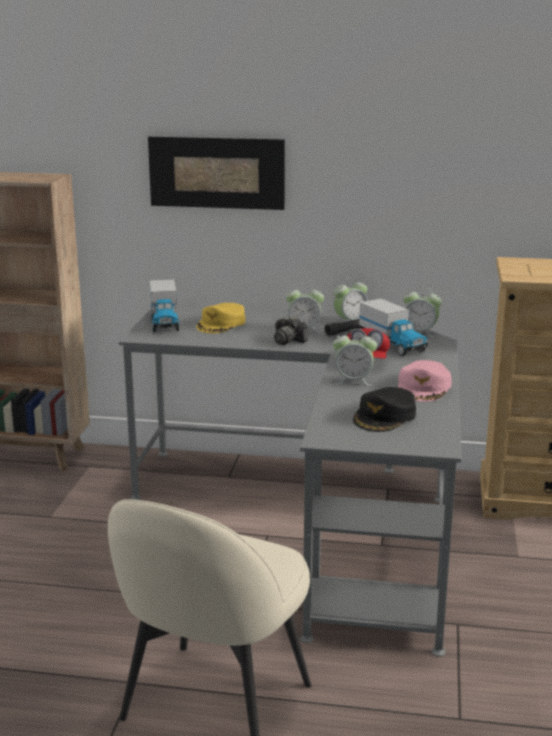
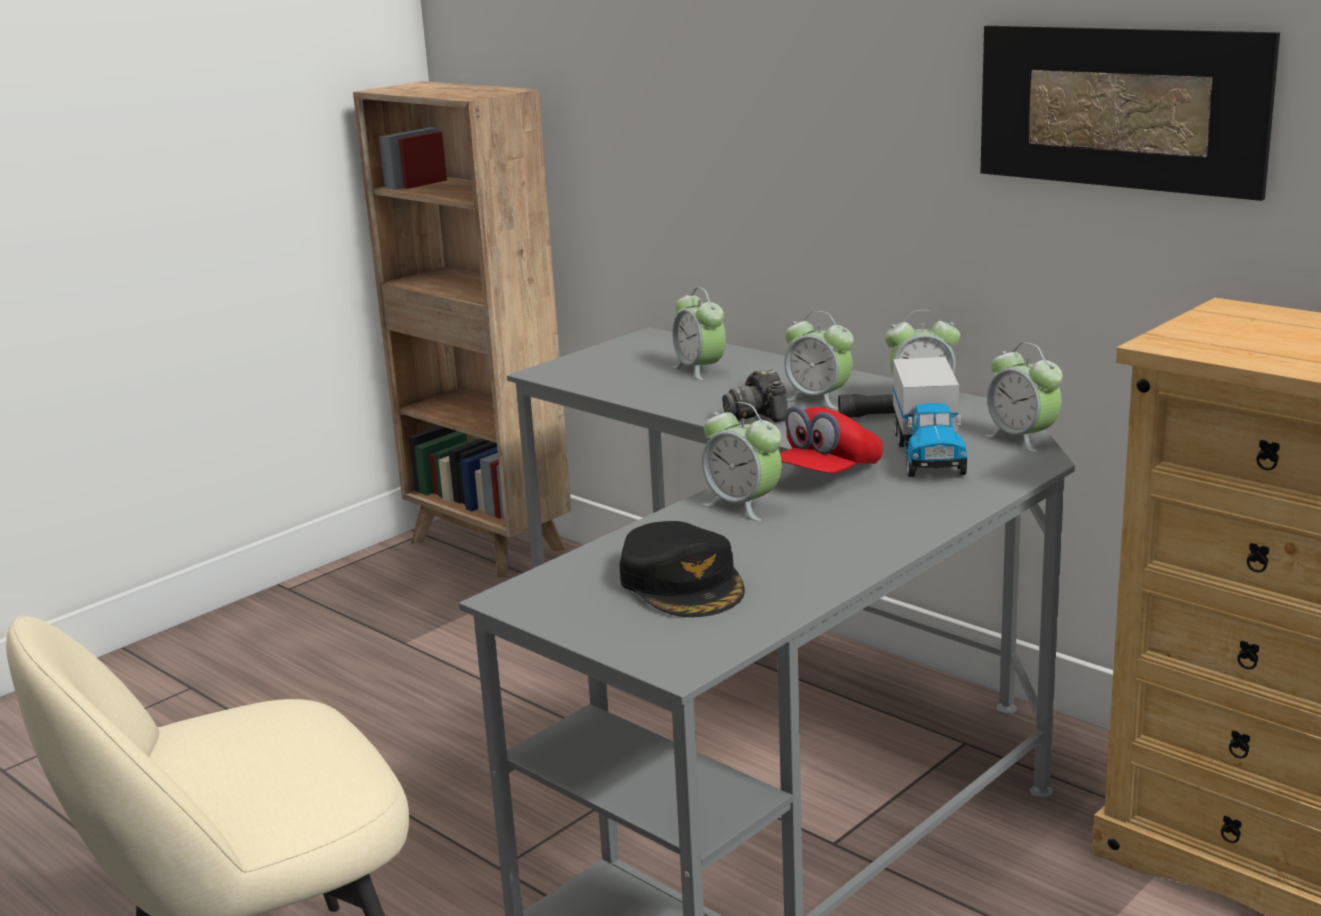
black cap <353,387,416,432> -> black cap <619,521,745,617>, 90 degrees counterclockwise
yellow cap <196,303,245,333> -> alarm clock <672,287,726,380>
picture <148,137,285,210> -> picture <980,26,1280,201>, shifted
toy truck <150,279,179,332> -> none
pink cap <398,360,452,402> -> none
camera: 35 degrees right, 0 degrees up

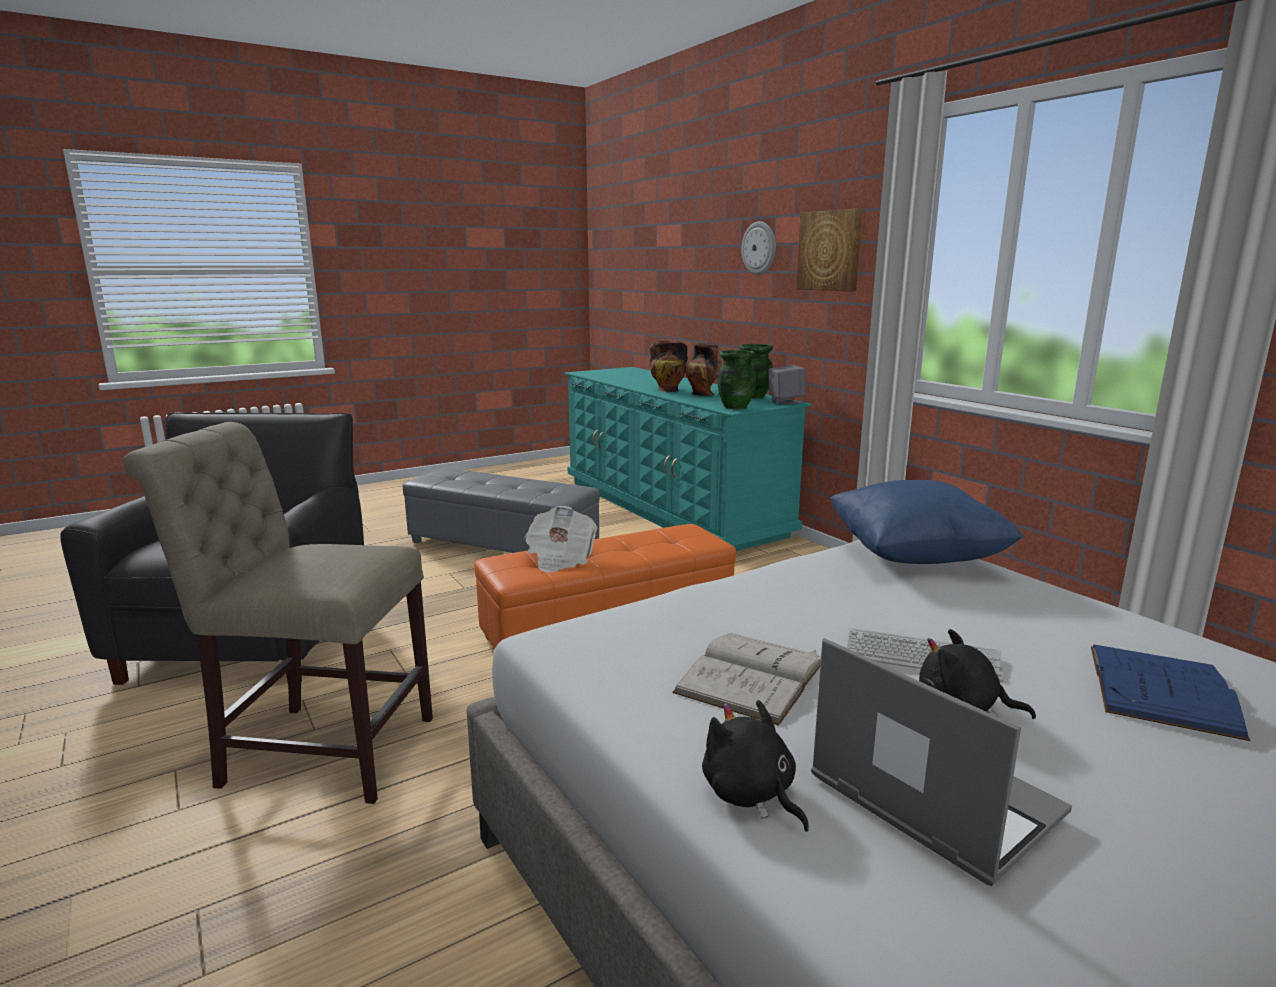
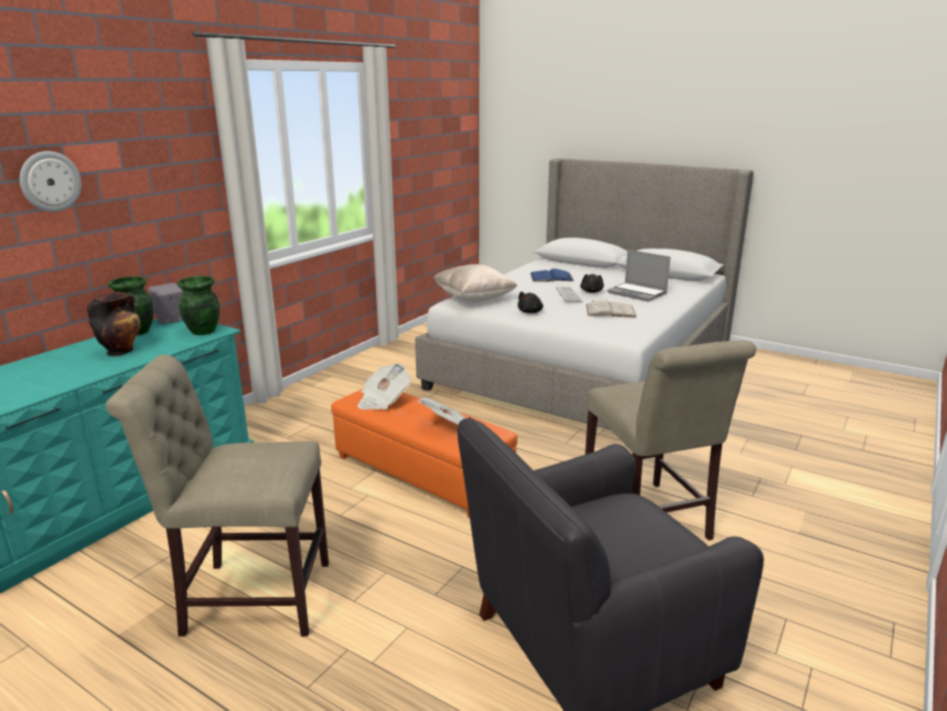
grey ottoman <403,468,600,553> -> beige chair <106,355,329,637>
none -> newspaper <357,363,411,410>
blue pillow <830,480,1024,564> -> beige pillow <433,264,517,302>
black plush toy <702,700,809,832> -> black plush toy <518,292,543,313>, shifted
laptop <811,638,1072,886> -> laptop <607,250,671,302>, 75 degrees counterclockwise
vase <649,341,688,392> -> none
picture <796,208,862,291> -> none
camera: 115 degrees left, 5 degrees up

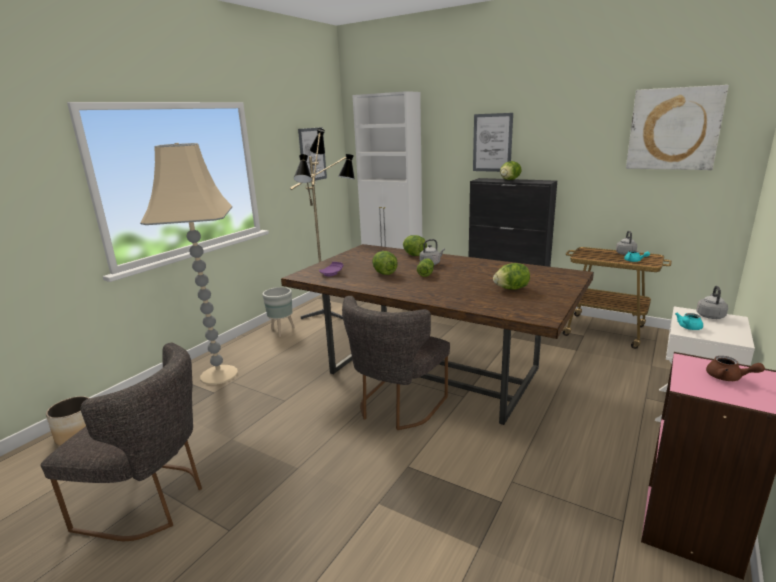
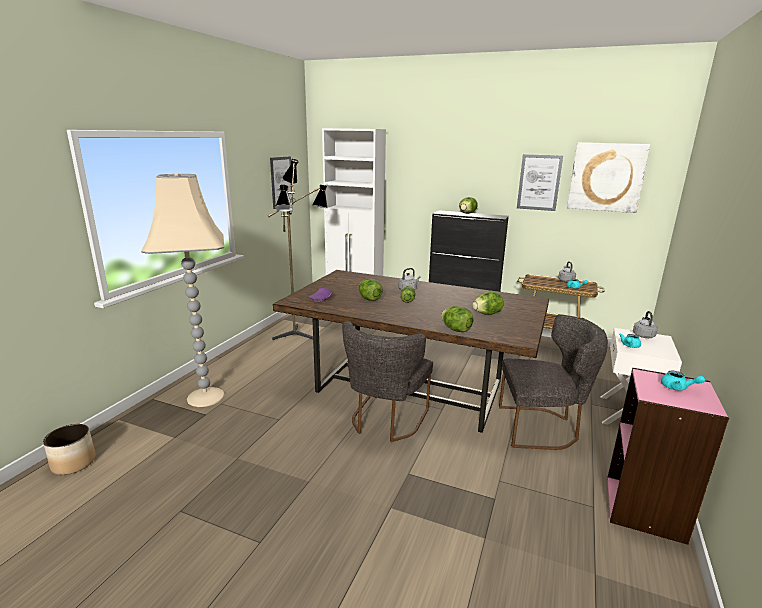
lettuce <403,235,427,256> -> lettuce <441,306,473,332>, shifted
grey chair <40,343,202,541> -> grey chair <499,314,608,450>, shifted
picture <473,113,513,172> -> picture <517,154,563,211>, shifted
brown teapot <706,356,765,381> -> turquoise teapot <661,371,705,391>
grey planter <262,287,295,337> -> none
camera: 10 degrees left, 0 degrees up

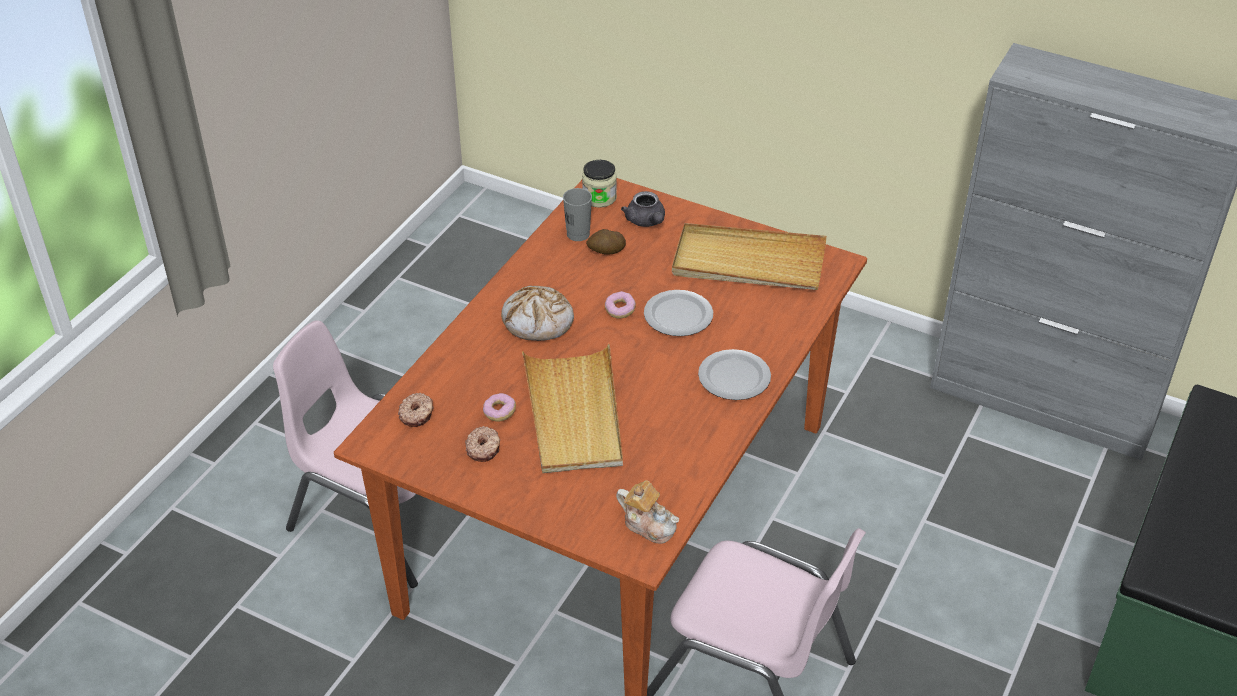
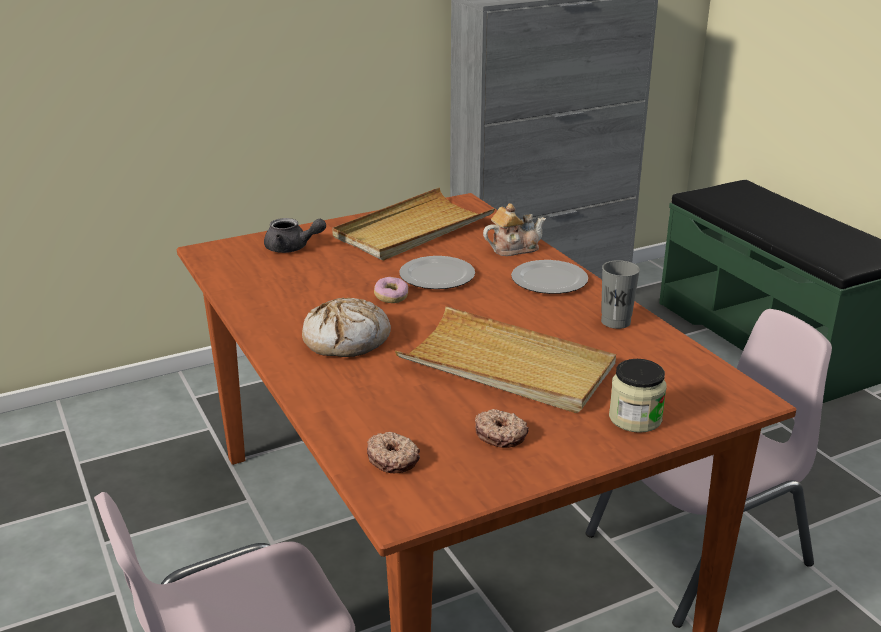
teapot <616,480,679,544> -> teapot <483,203,546,256>, shifted
grey cup <563,188,592,241> -> grey cup <601,260,640,329>, shifted
jar <582,160,617,208> -> jar <609,359,667,433>, shifted
donut <483,393,516,421> -> none
potato <586,229,626,255> -> none
camera: 55 degrees left, 15 degrees down

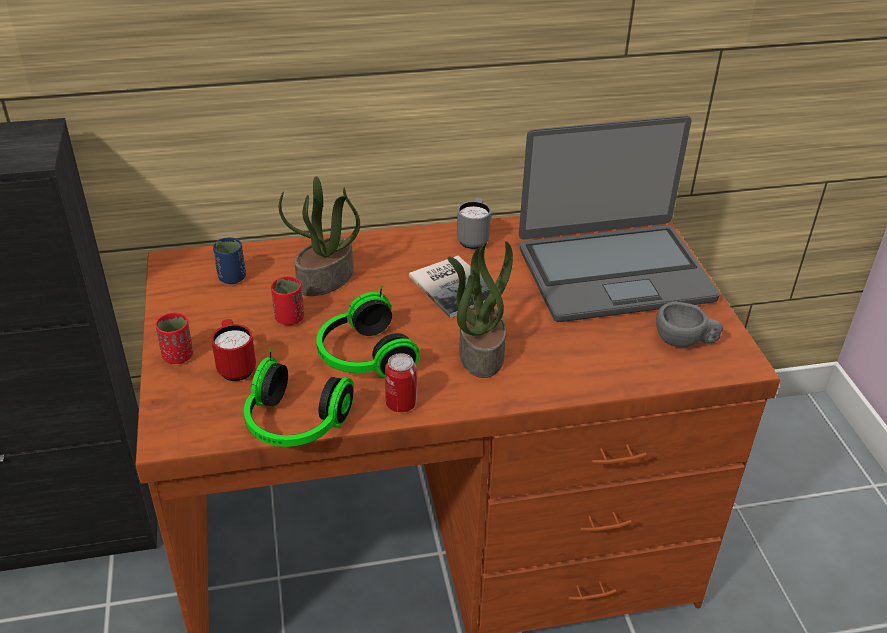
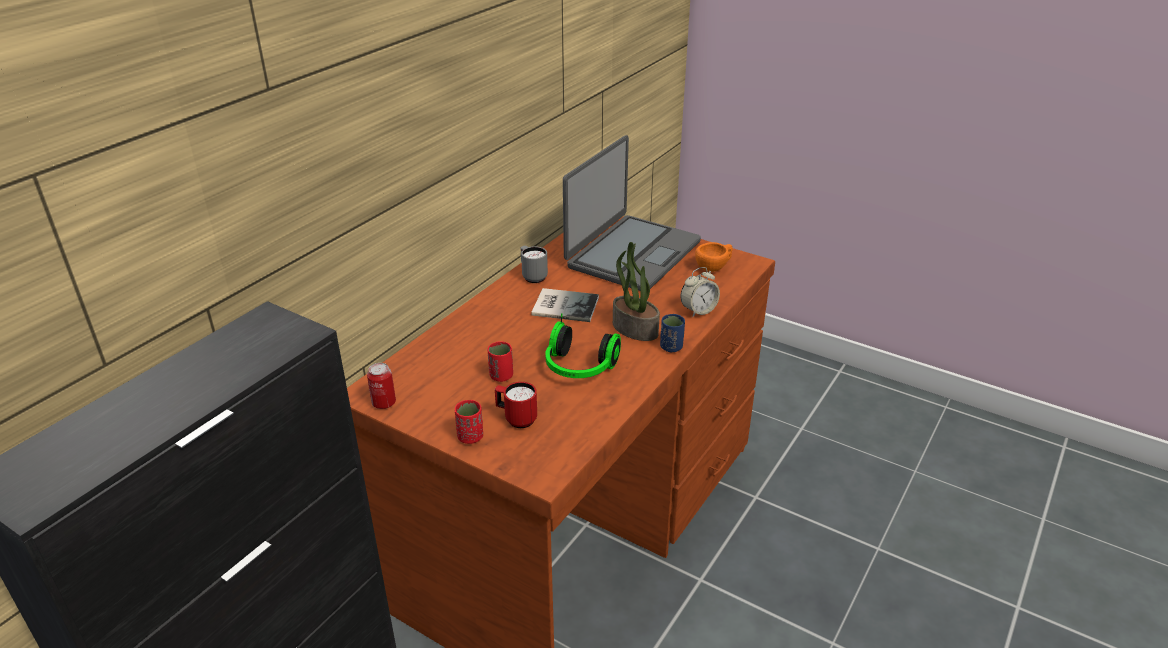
can <385,353,417,412> -> can <367,363,396,409>, shifted
blue cup <213,237,246,284> -> blue cup <660,314,685,352>, shifted
none -> alarm clock <681,267,720,317>
grey cup <656,302,723,347> -> orange cup <695,242,733,272>
headphones <244,347,354,447> -> none
potted plant <279,176,360,296> -> none
camera: 45 degrees left, 5 degrees down

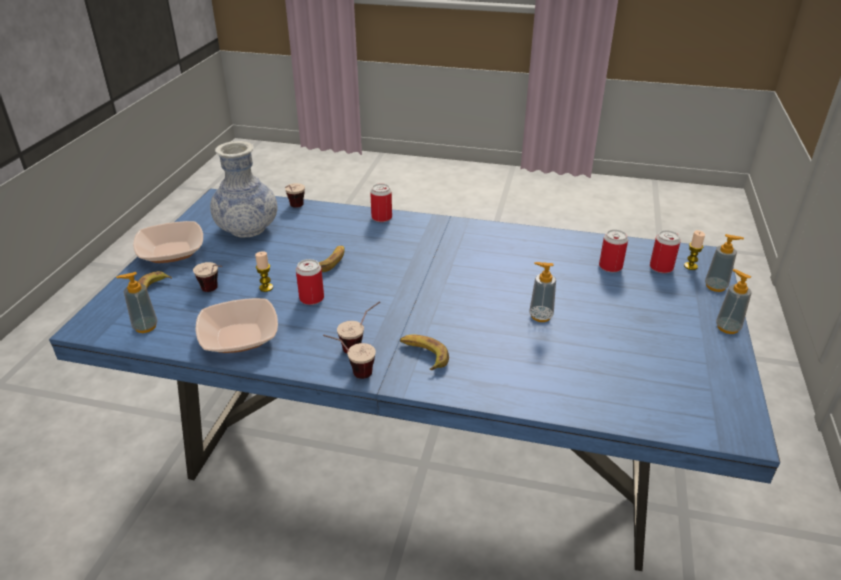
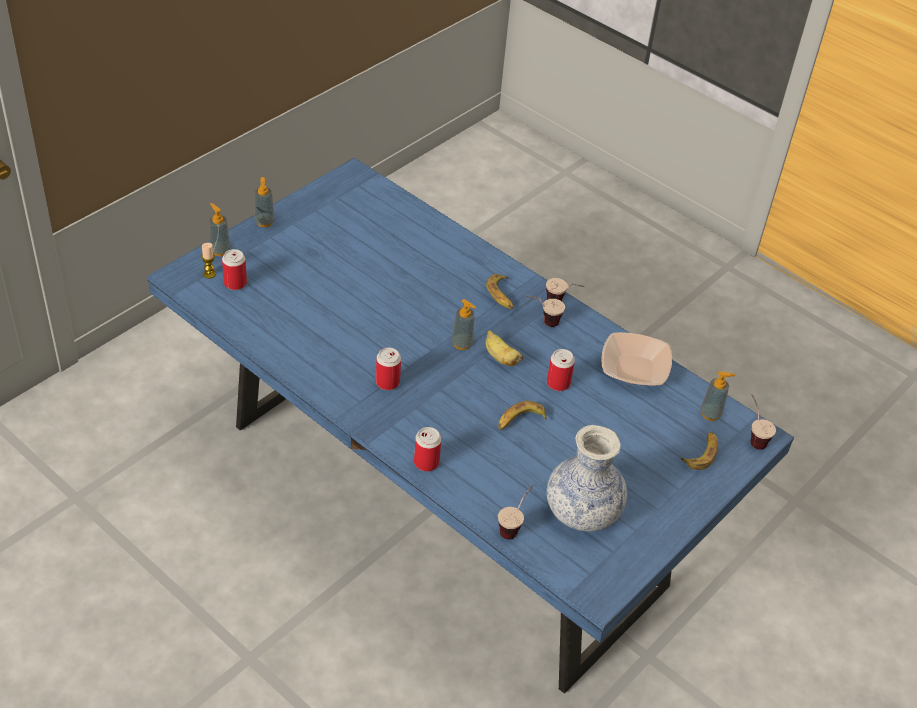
can <599,229,628,272> -> can <376,348,401,390>, shifted
soap dispenser <529,262,556,322> -> soap dispenser <452,299,476,350>, shifted
none -> banana <486,330,523,366>
cup <193,262,222,292> -> cup <750,394,776,450>, shifted
bowl <133,221,203,263> -> none
candle <255,251,273,292> -> none
camera: 155 degrees left, 10 degrees up

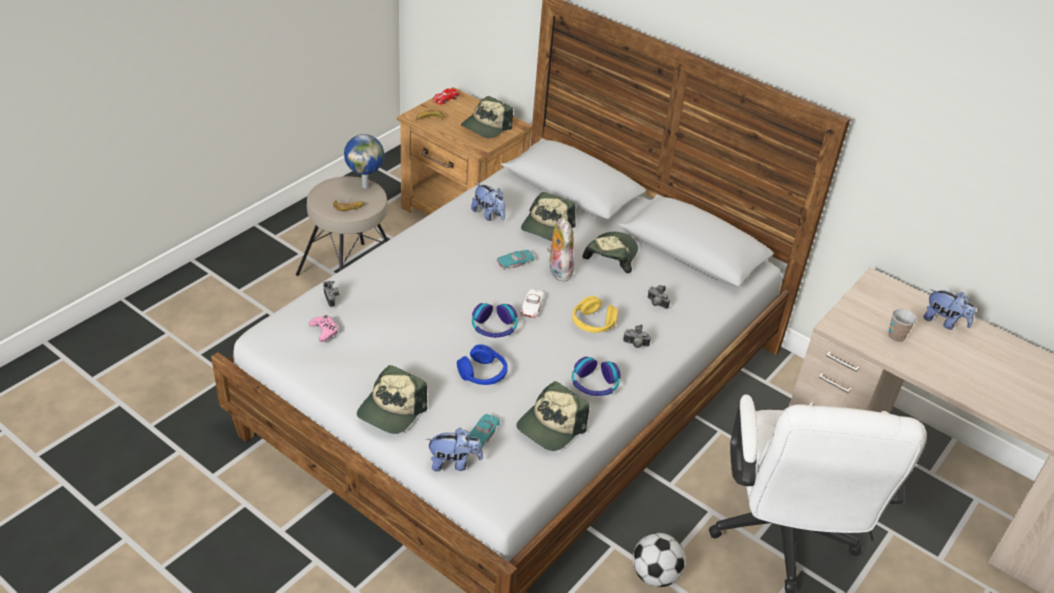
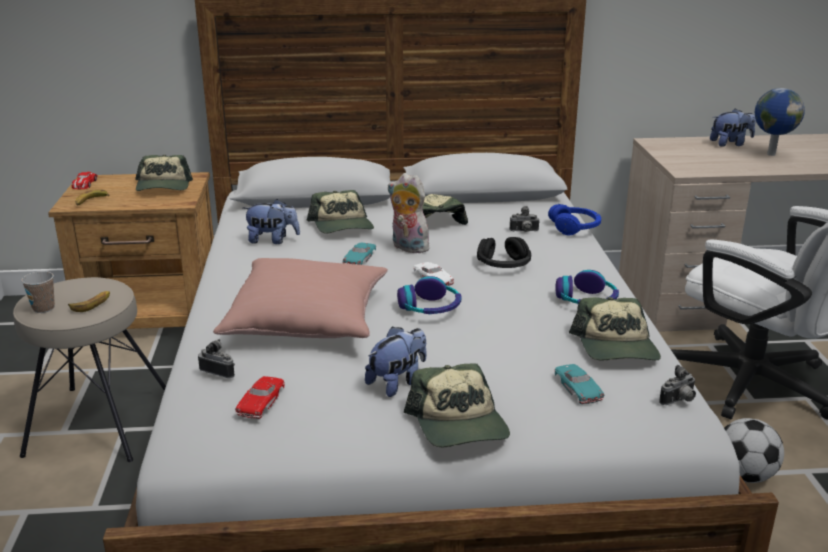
cup <888,309,917,342> -> cup <21,271,55,313>, shifted
none -> pink pillow <213,258,388,338>
pink game controller <309,315,338,342> -> red toy car <235,376,285,419>
plush toy <426,428,483,472> -> plush toy <365,326,427,397>, shifted
yellow headphones <572,296,618,333> -> black headphones <477,237,531,268>
blue headphones <457,344,508,385> -> blue headphones <548,204,601,235>, shifted
photo camera <623,325,651,348> -> photo camera <659,365,696,405>, shifted
globe <344,134,384,188> -> globe <755,88,805,156>, shifted
camera: 40 degrees left, 15 degrees down

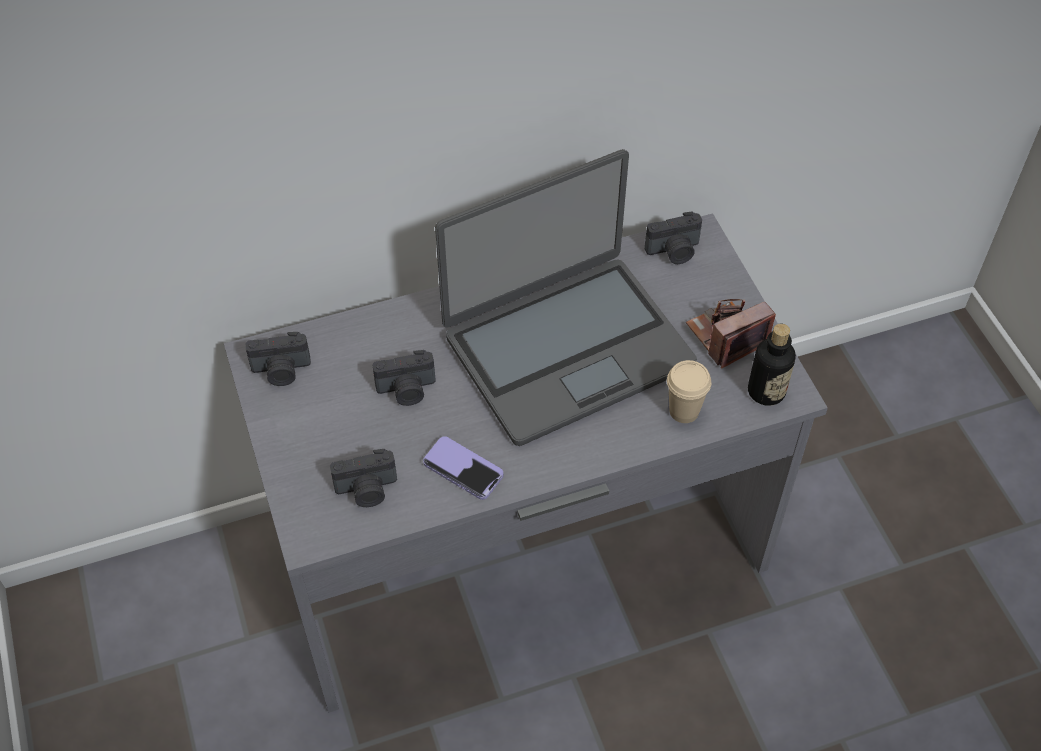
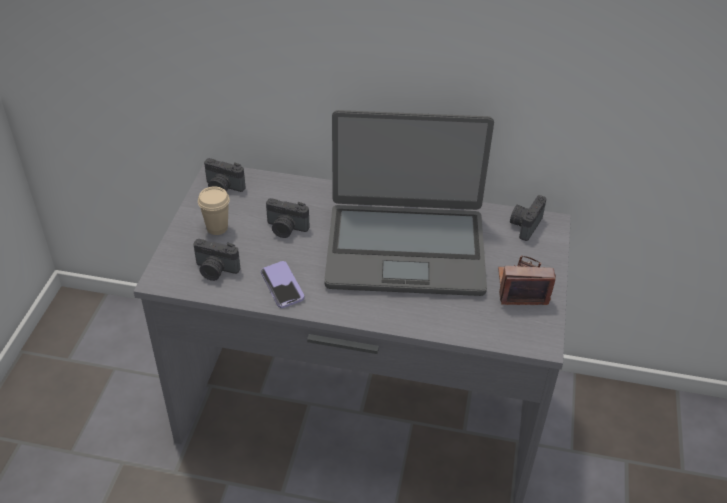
beige cup <667,360,711,423> -> beige cup <198,186,230,235>, shifted
photo camera <645,211,702,264> -> photo camera <510,195,546,241>, 105 degrees clockwise
bottle <748,324,796,406> -> none
camera: 30 degrees right, 10 degrees down

